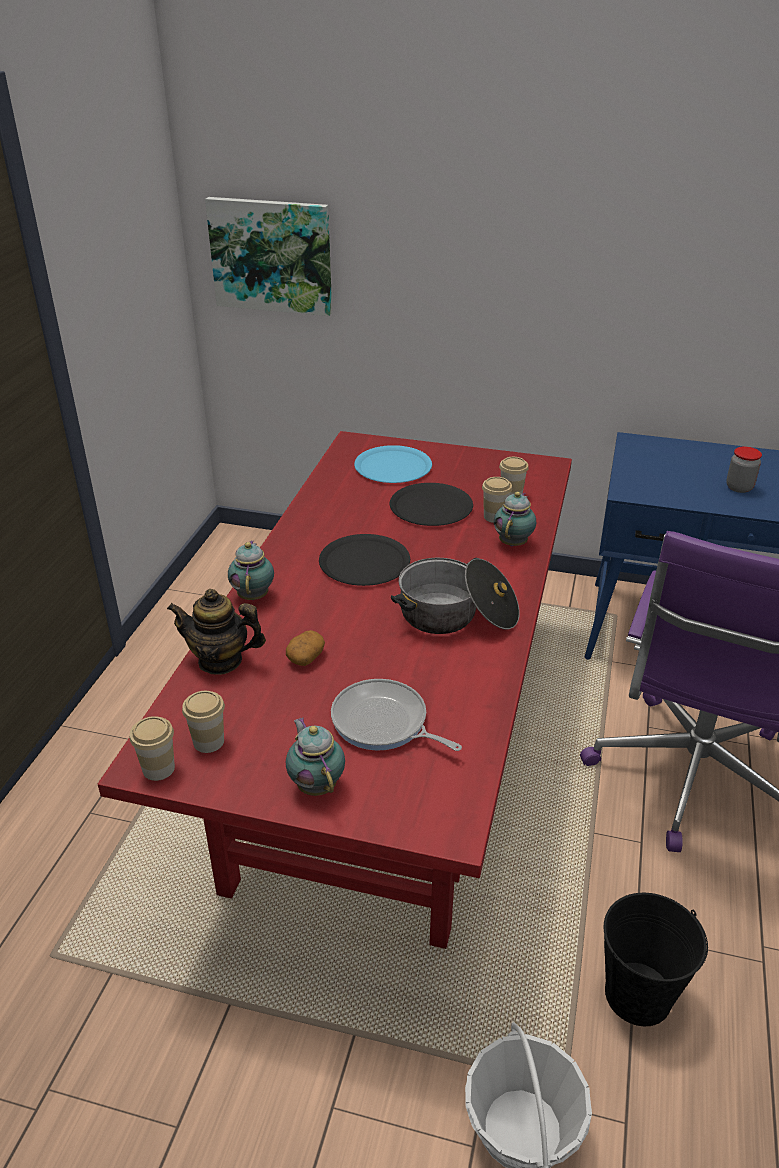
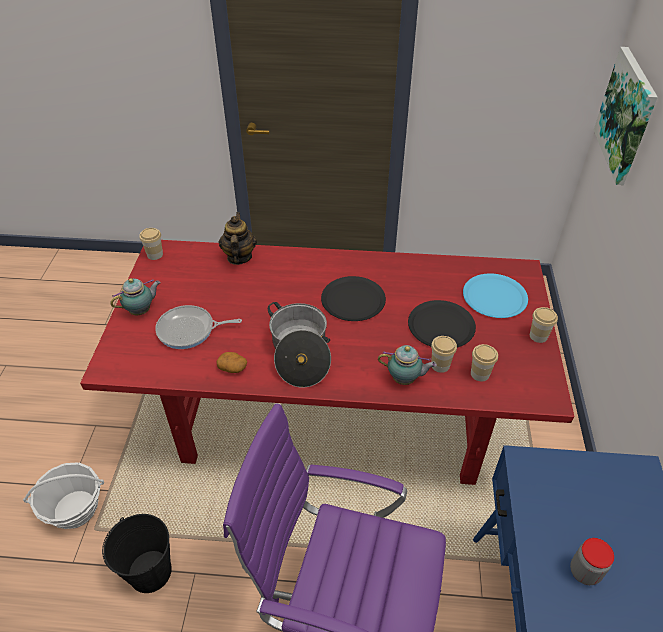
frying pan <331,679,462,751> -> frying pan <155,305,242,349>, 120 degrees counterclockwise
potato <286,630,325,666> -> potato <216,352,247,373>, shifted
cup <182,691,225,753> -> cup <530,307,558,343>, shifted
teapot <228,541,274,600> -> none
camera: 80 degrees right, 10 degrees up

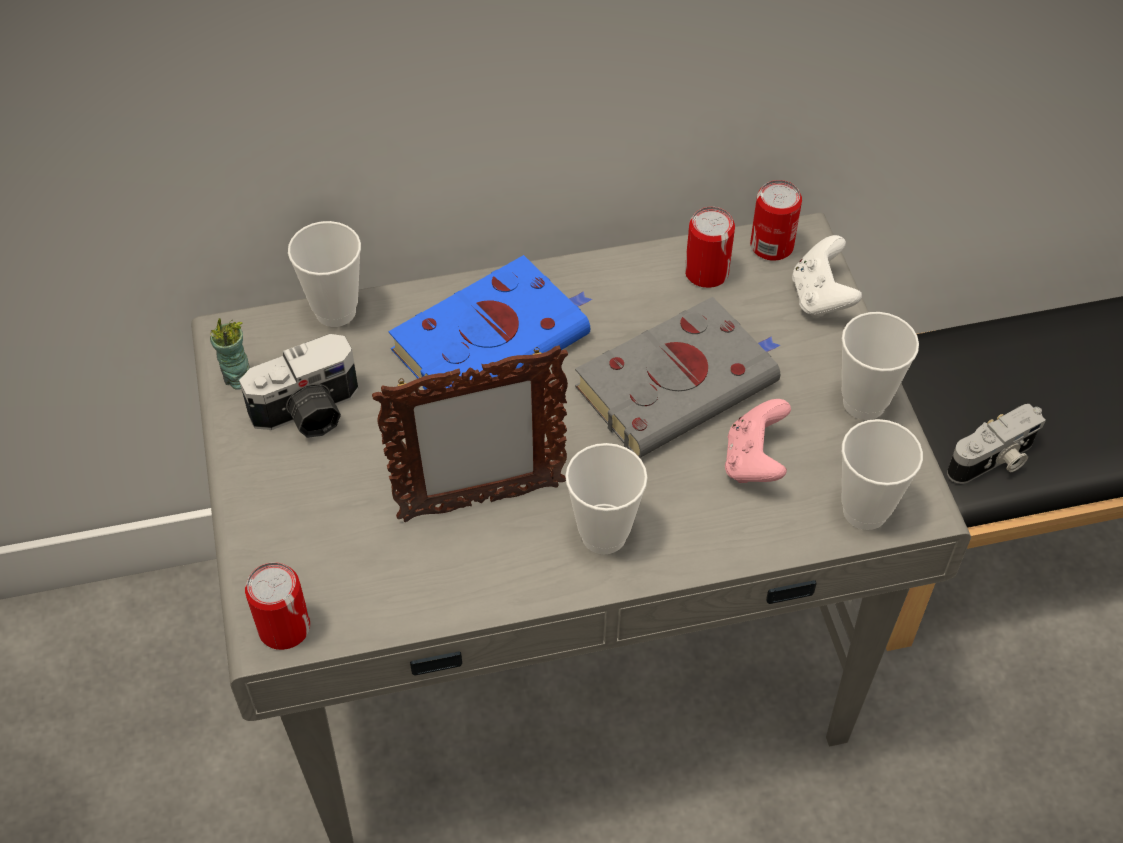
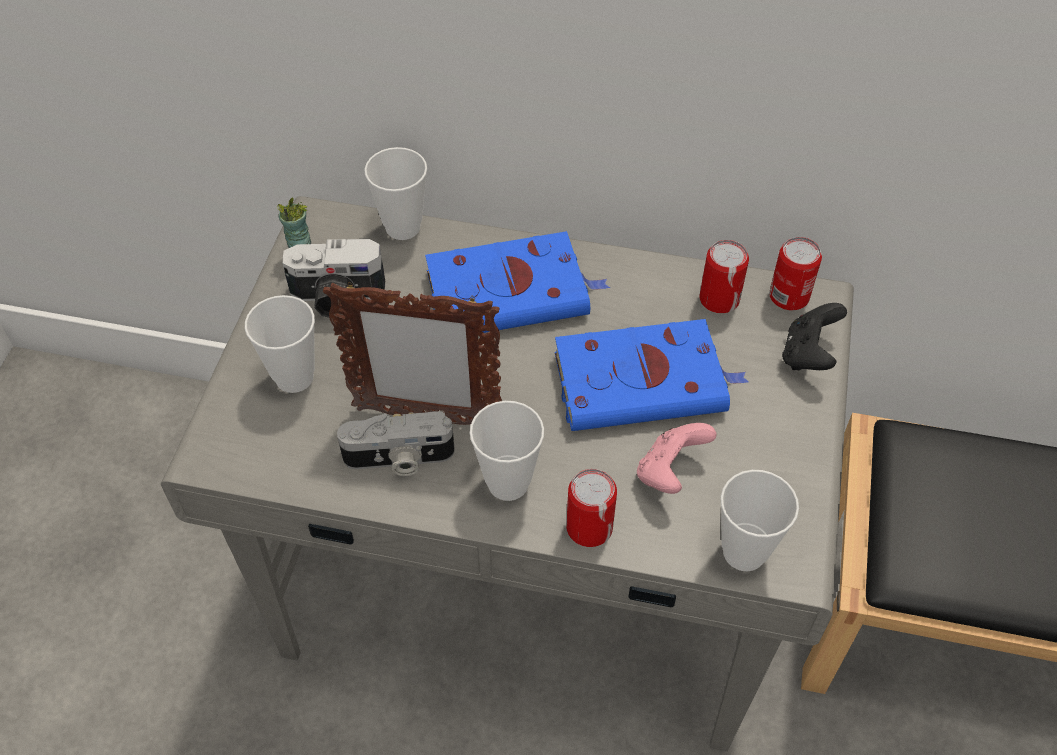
cup <842,312,919,420> -> cup <245,295,315,393>, shifted
photo camera <947,404,1046,484> -> photo camera <337,411,455,476>, shifted
grey book <575,297,780,458> -> blue book <555,319,749,431>
can <245,562,310,650> -> can <566,469,617,547>, shifted
white game controller <792,235,862,318> -> black game controller <782,303,847,370>
camera: 25 degrees right, 0 degrees up

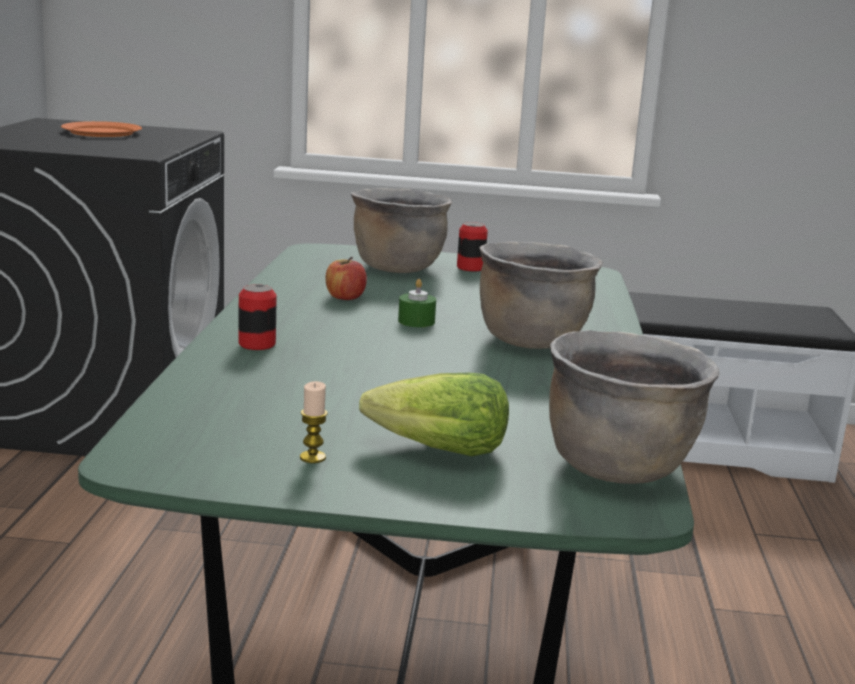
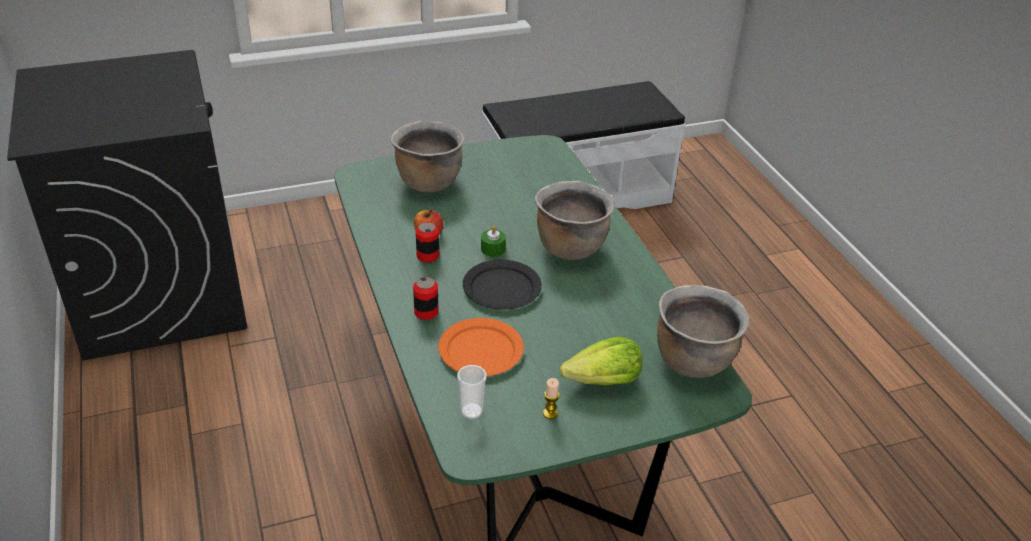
can <457,222,488,272> -> can <416,222,439,263>, shifted
orange plate <61,121,142,137> -> orange plate <438,318,524,376>, shifted
none -> cup <457,365,487,419>
none -> black plate <463,259,542,310>
camera: 25 degrees left, 20 degrees up

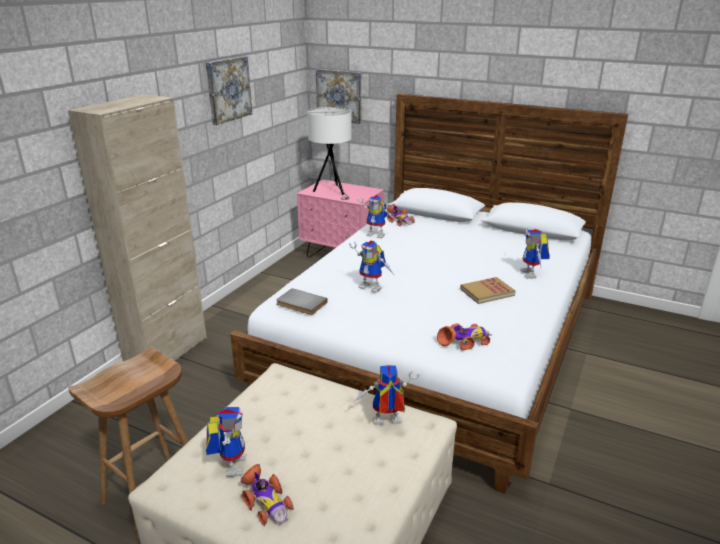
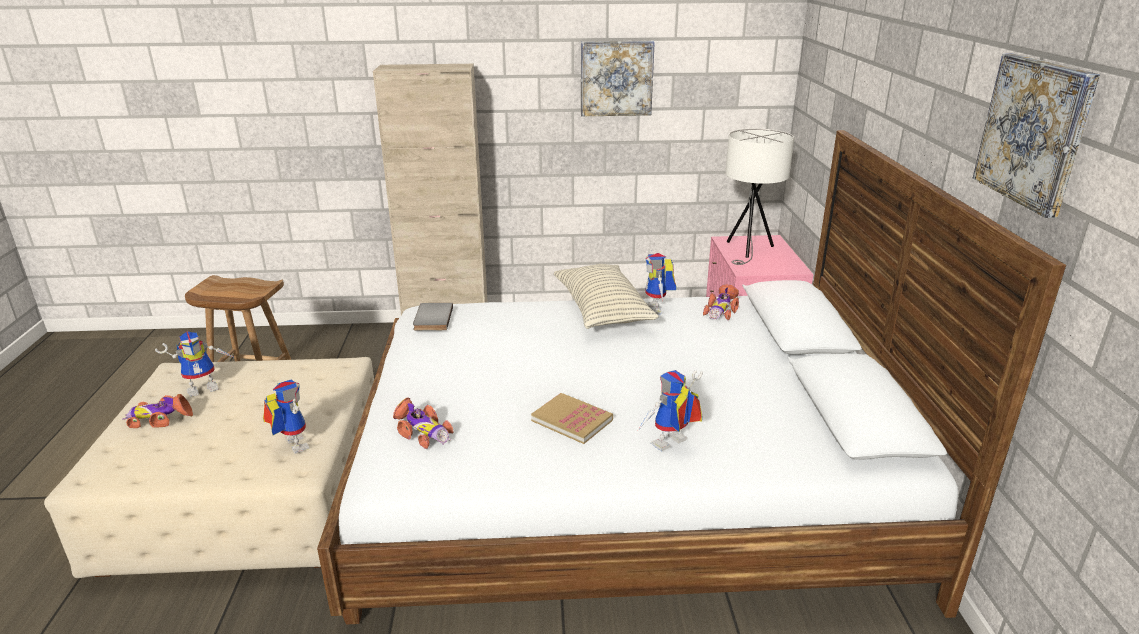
toy car <241,464,294,526> -> toy car <122,394,193,428>, 60 degrees clockwise
none -> pillow <554,264,659,329>
picture <316,69,362,124> -> picture <973,53,1100,218>, shifted
toy robot <349,241,395,293> -> none
camera: 60 degrees right, 0 degrees up

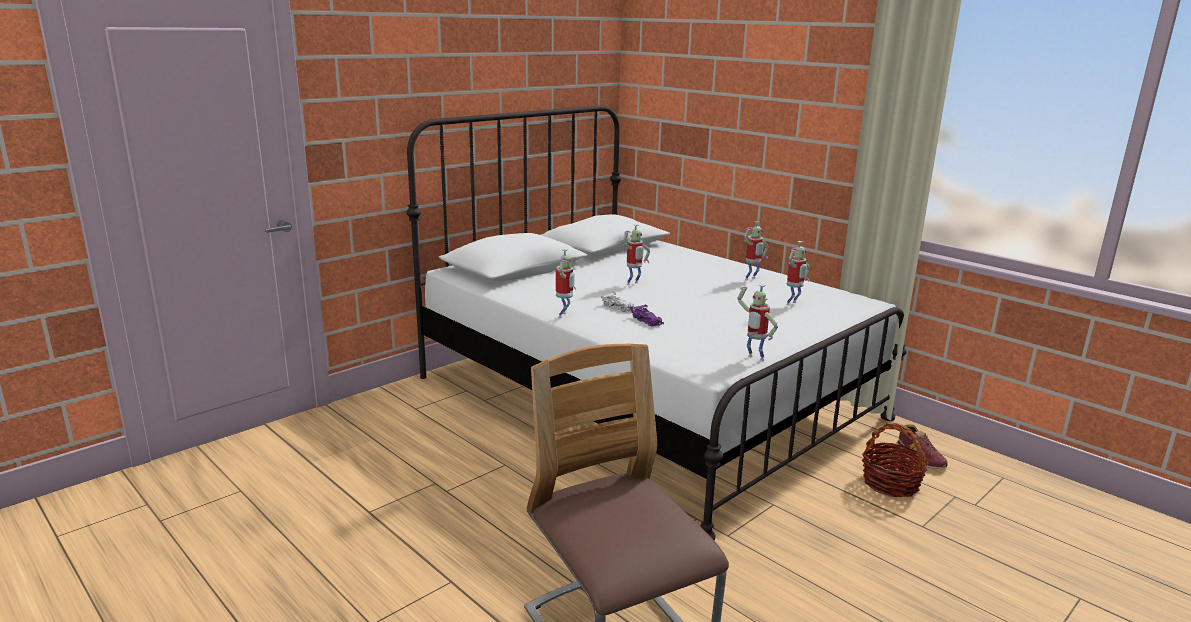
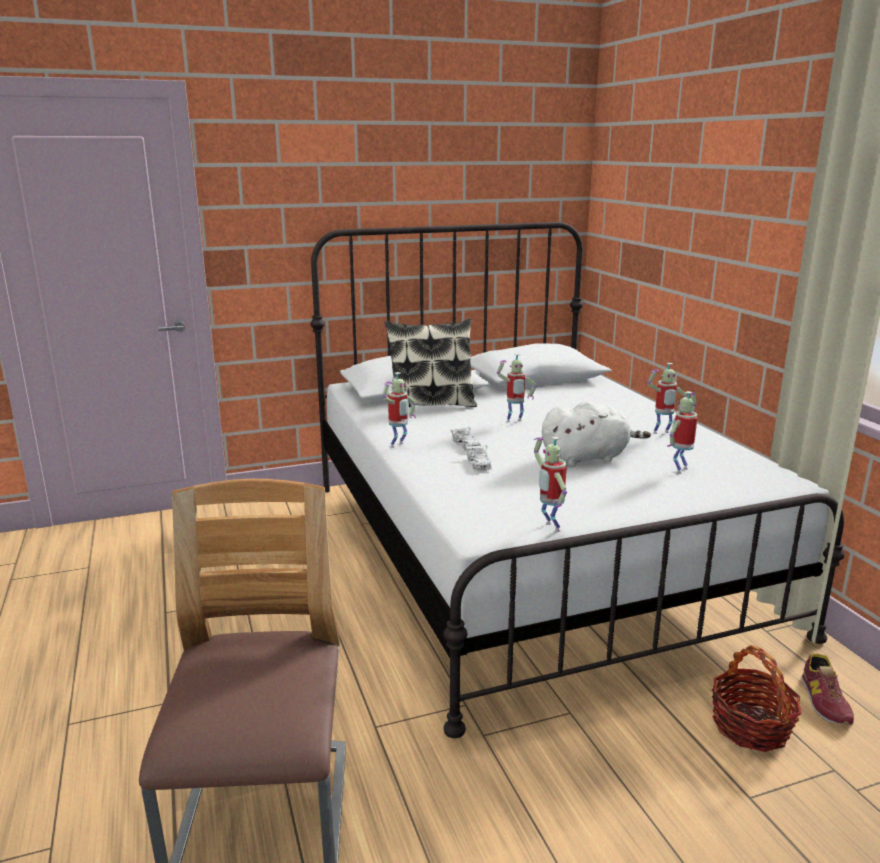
none -> pillow <384,318,477,407>
purple toy car <630,304,664,327> -> white toy car <466,445,492,471>
none -> white plush toy <542,401,651,466>
toy robot <786,241,810,306> -> toy robot <667,391,698,474>, 150 degrees clockwise
camera: 25 degrees right, 0 degrees up

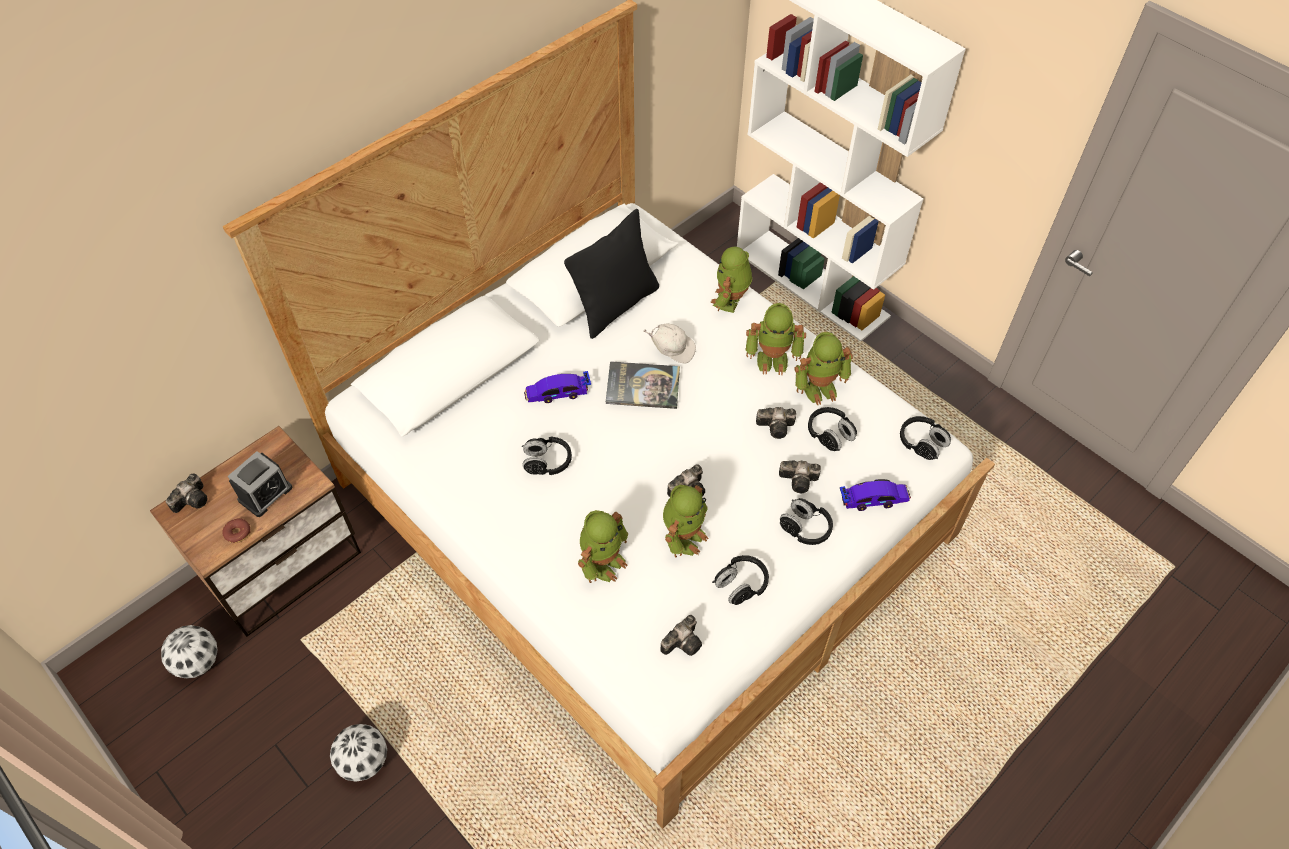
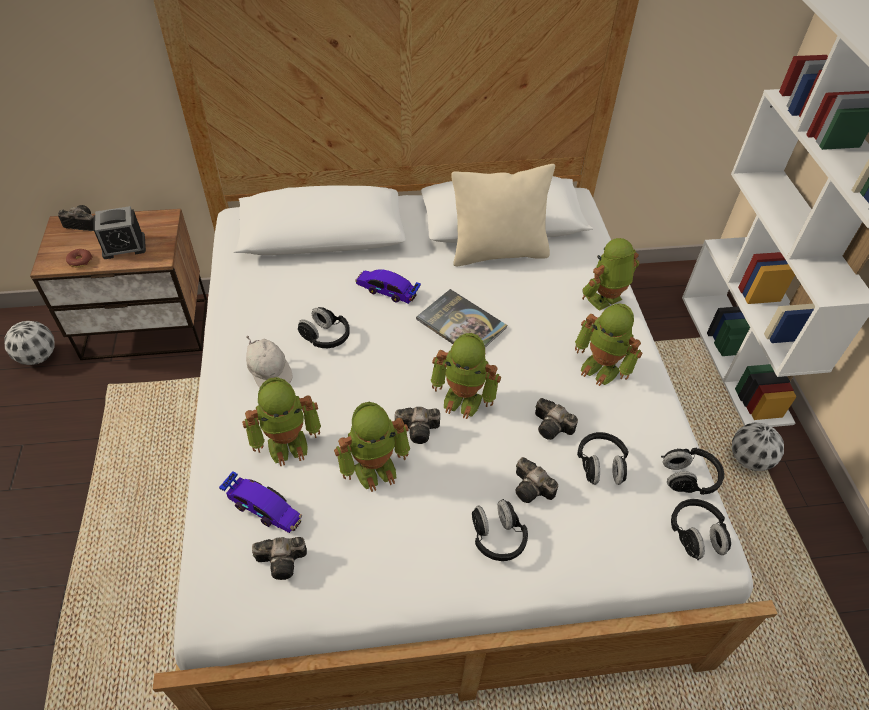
photo camera <166,473,208,513> -> photo camera <58,205,94,231>, 150 degrees counterclockwise
toy car <840,479,911,511> -> toy car <219,471,302,533>, shifted
white cap <643,324,696,364> -> white cap <246,335,293,388>, shifted
toy robot <794,332,853,405> -> toy robot <431,333,501,419>, shifted
black pillow <564,209,659,339> -> beige pillow <451,164,555,266>
black headphones <712,555,769,605> -> black headphones <661,447,724,495>, shifted
football <330,724,387,782> -> football <732,422,784,471>, shifted
camera: 35 degrees right, 5 degrees down

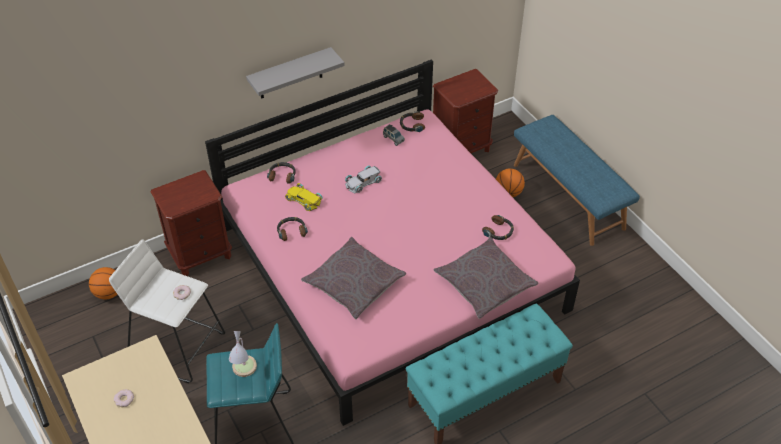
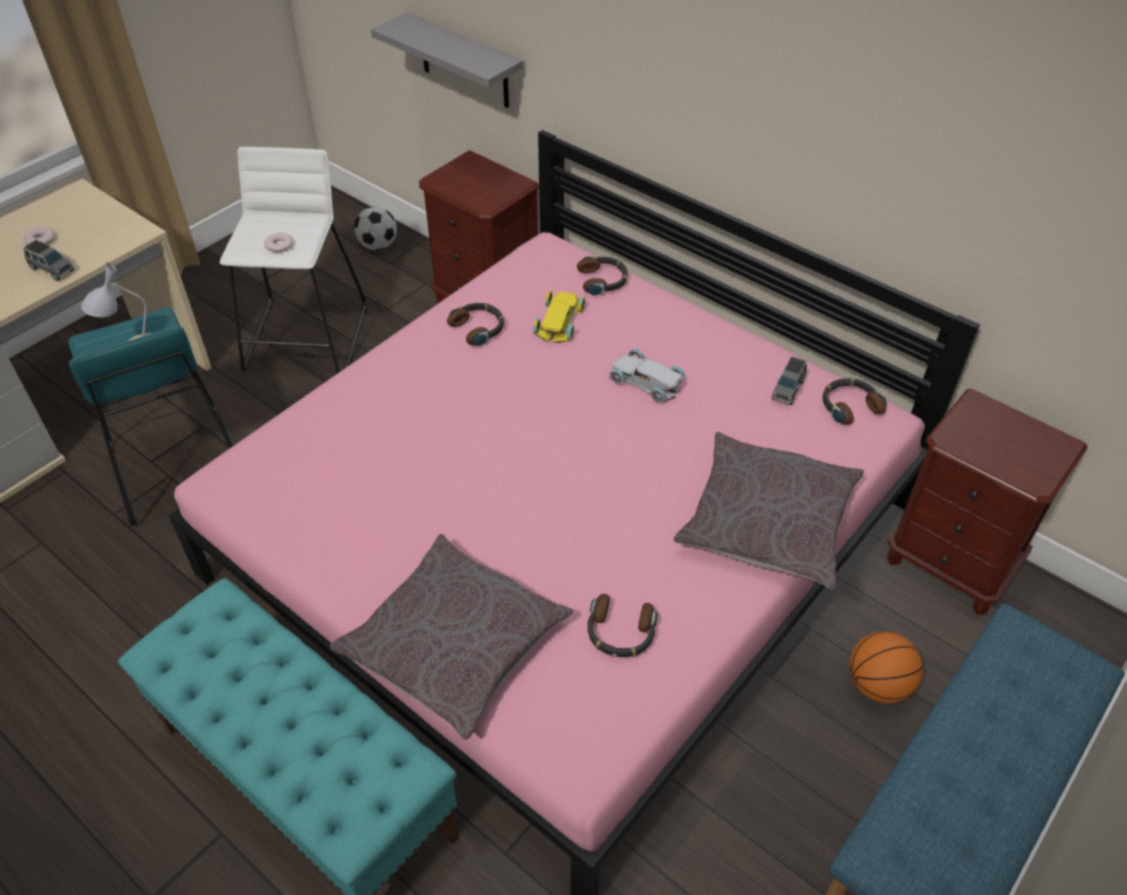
none -> grey toy car <24,240,74,281>
basketball <89,267,118,299> -> football <354,207,397,250>
grey shelf <246,47,345,99> -> grey shelf <371,13,523,108>, shifted
grey pillow <301,237,406,319> -> grey pillow <674,432,864,589>, shifted
camera: 70 degrees right, 0 degrees up

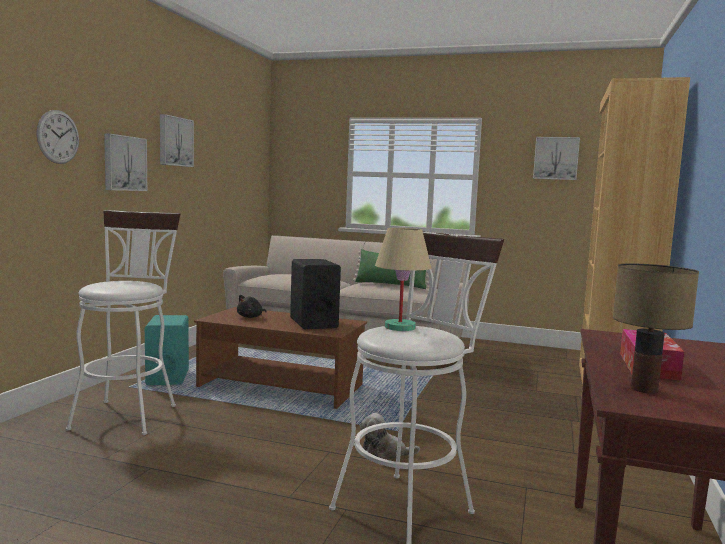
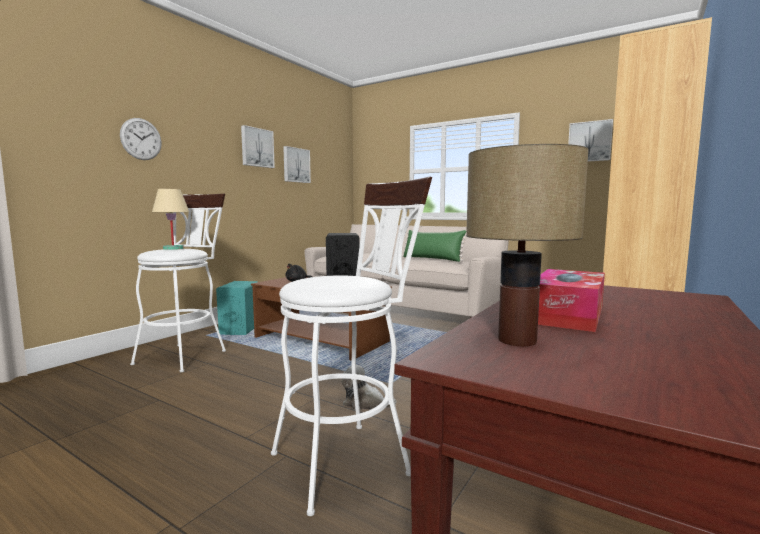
beige table lamp <375,228,432,331> -> beige table lamp <152,189,189,250>, shifted
picture <104,133,147,191> -> picture <283,146,311,183>, shifted
camera: 15 degrees right, 0 degrees up

